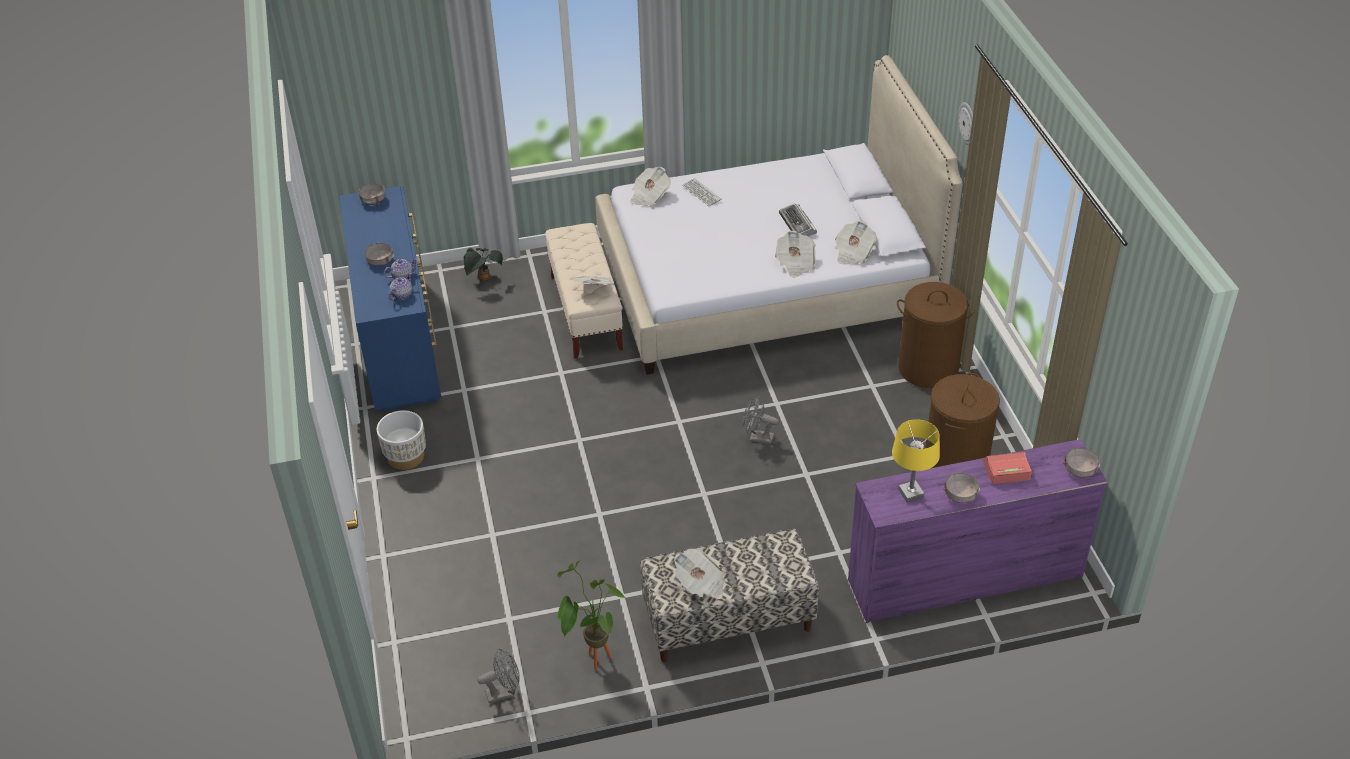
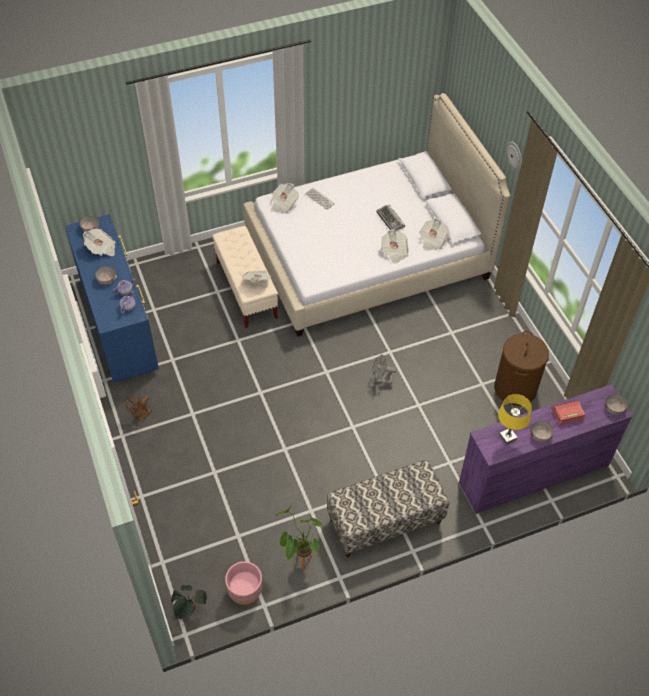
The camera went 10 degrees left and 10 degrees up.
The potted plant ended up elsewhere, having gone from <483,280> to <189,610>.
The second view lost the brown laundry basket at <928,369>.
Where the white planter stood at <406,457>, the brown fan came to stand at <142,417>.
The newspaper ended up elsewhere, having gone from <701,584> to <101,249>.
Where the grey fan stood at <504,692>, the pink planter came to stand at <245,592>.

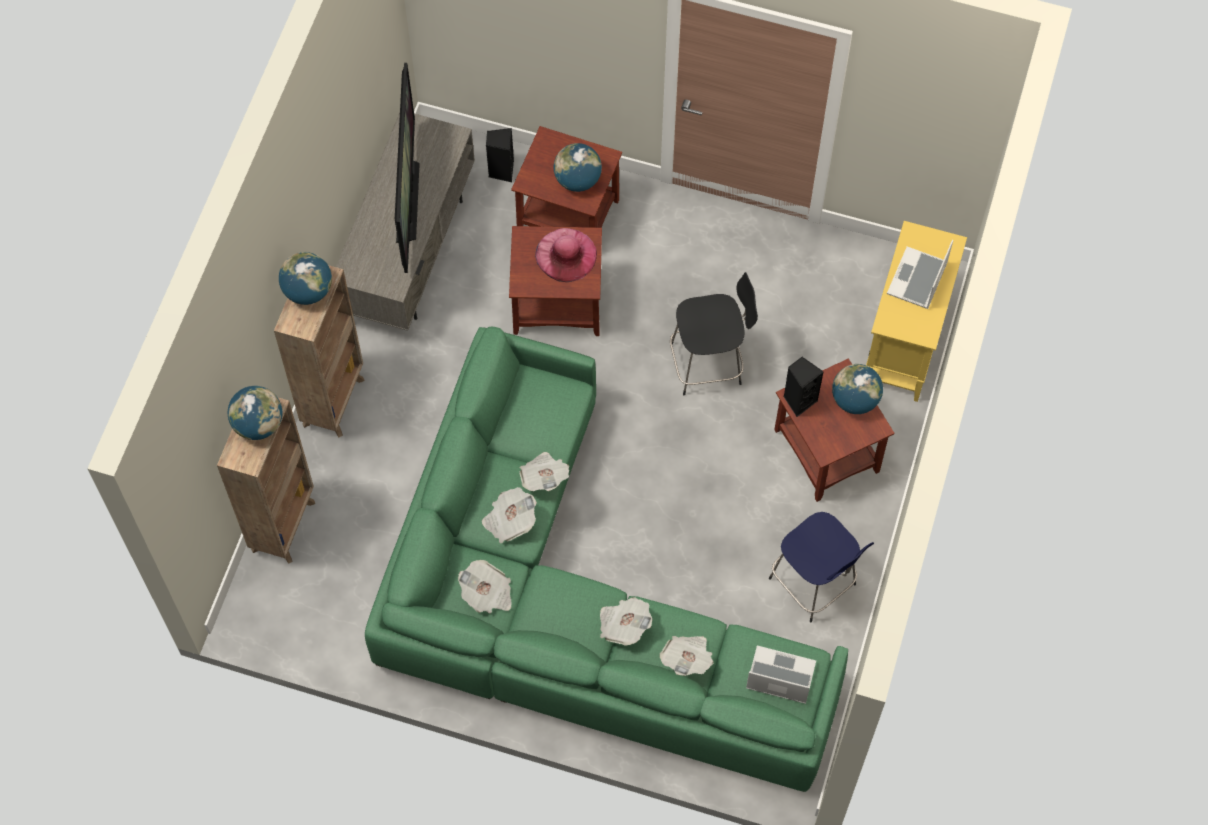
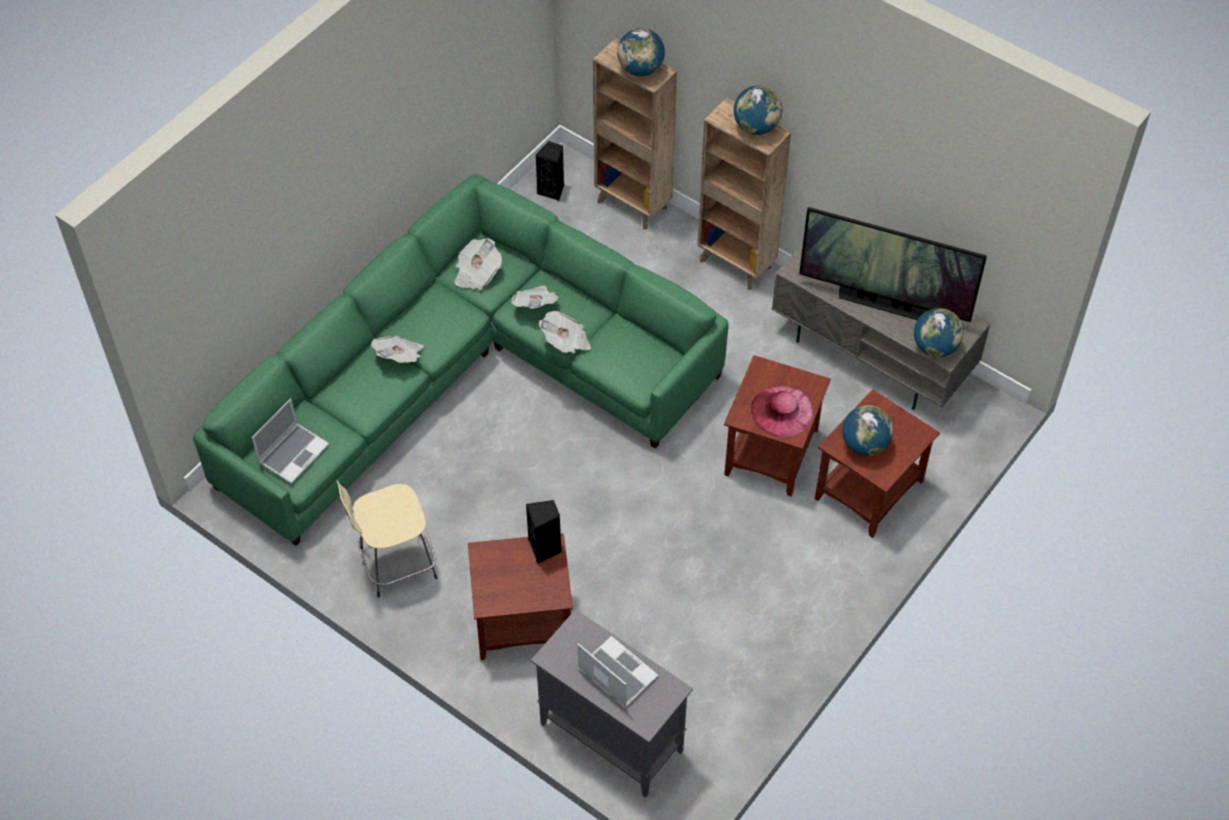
The camera went 110 degrees right and 10 degrees down.
The black speaker ended up elsewhere, having gone from <501,170> to <552,190>.
What was the yellow cabinet at <904,344> turned into the grey cabinet at <610,736>.
The second view lost the black stool at <709,363>.
The globe ended up elsewhere, having gone from <854,400> to <935,347>.
What was the blue stool at <814,584> turned into the beige stool at <395,564>.
The second view lost the newspaper at <687,659>.

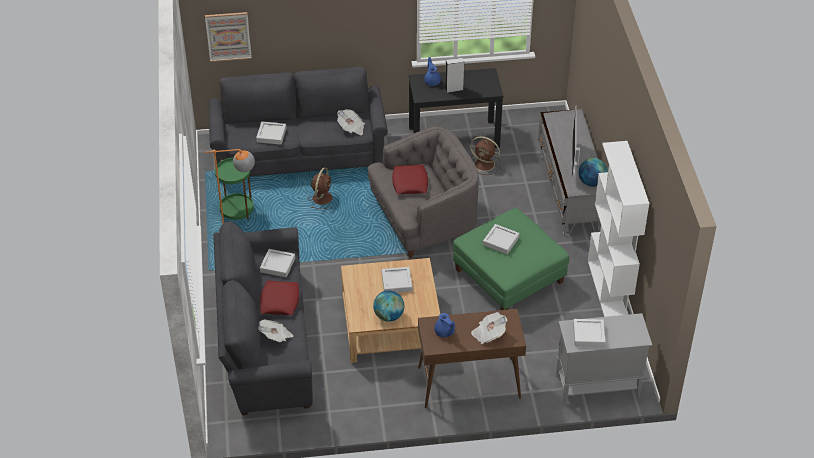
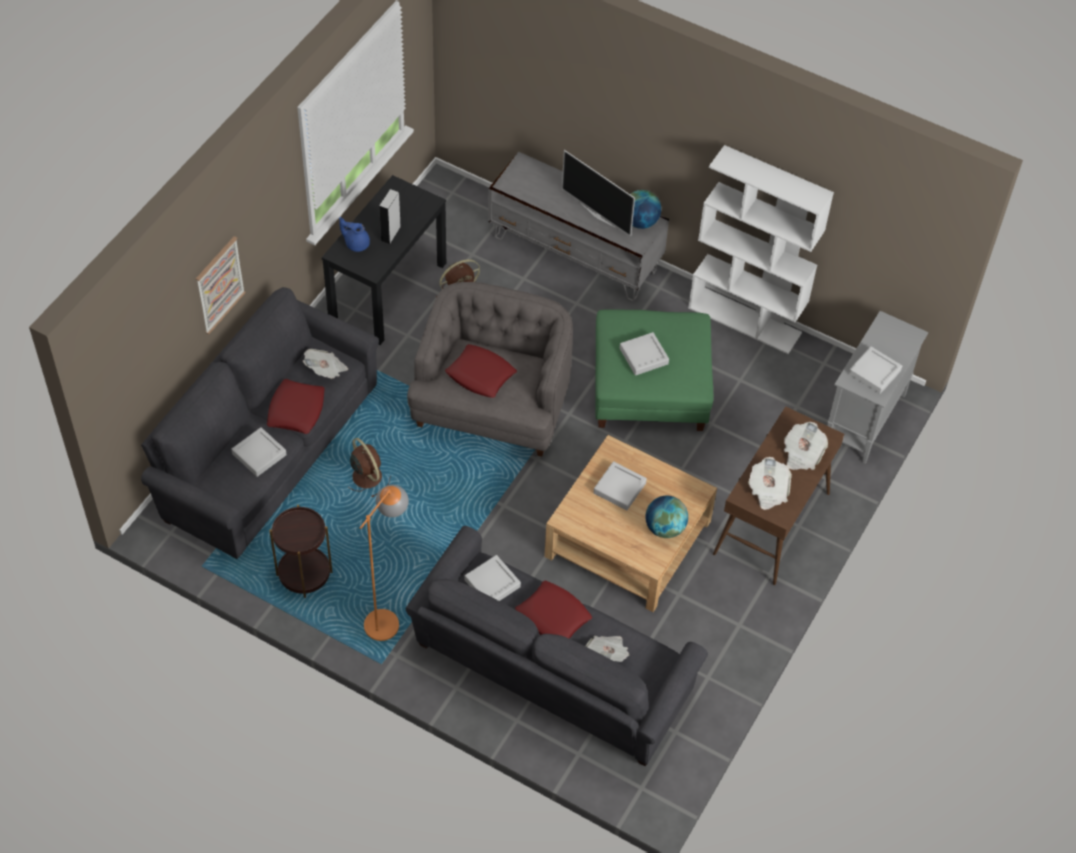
The camera went 55 degrees left and 10 degrees up.
The picture ended up elsewhere, having gone from <228,36> to <219,285>.
What was the green side table at <236,210> turned into the brown side table at <304,574>.
Where the blue teapot stood at <444,332>, the newspaper came to stand at <768,491>.
The second view gained the red pillow at <296,410>.

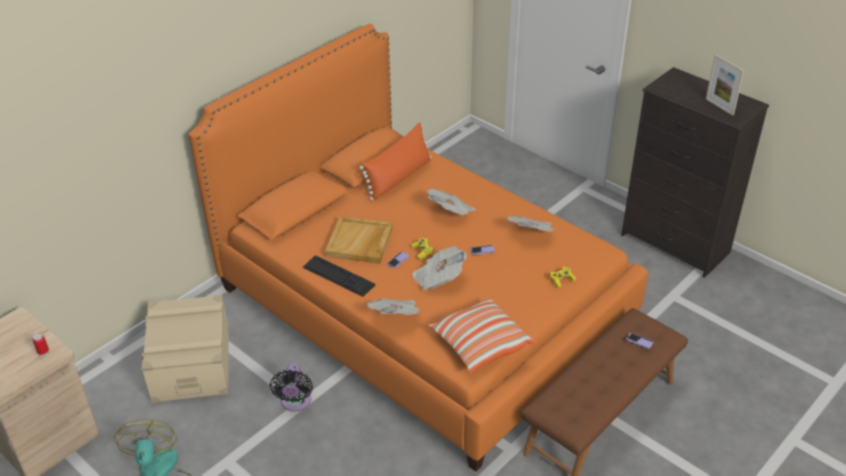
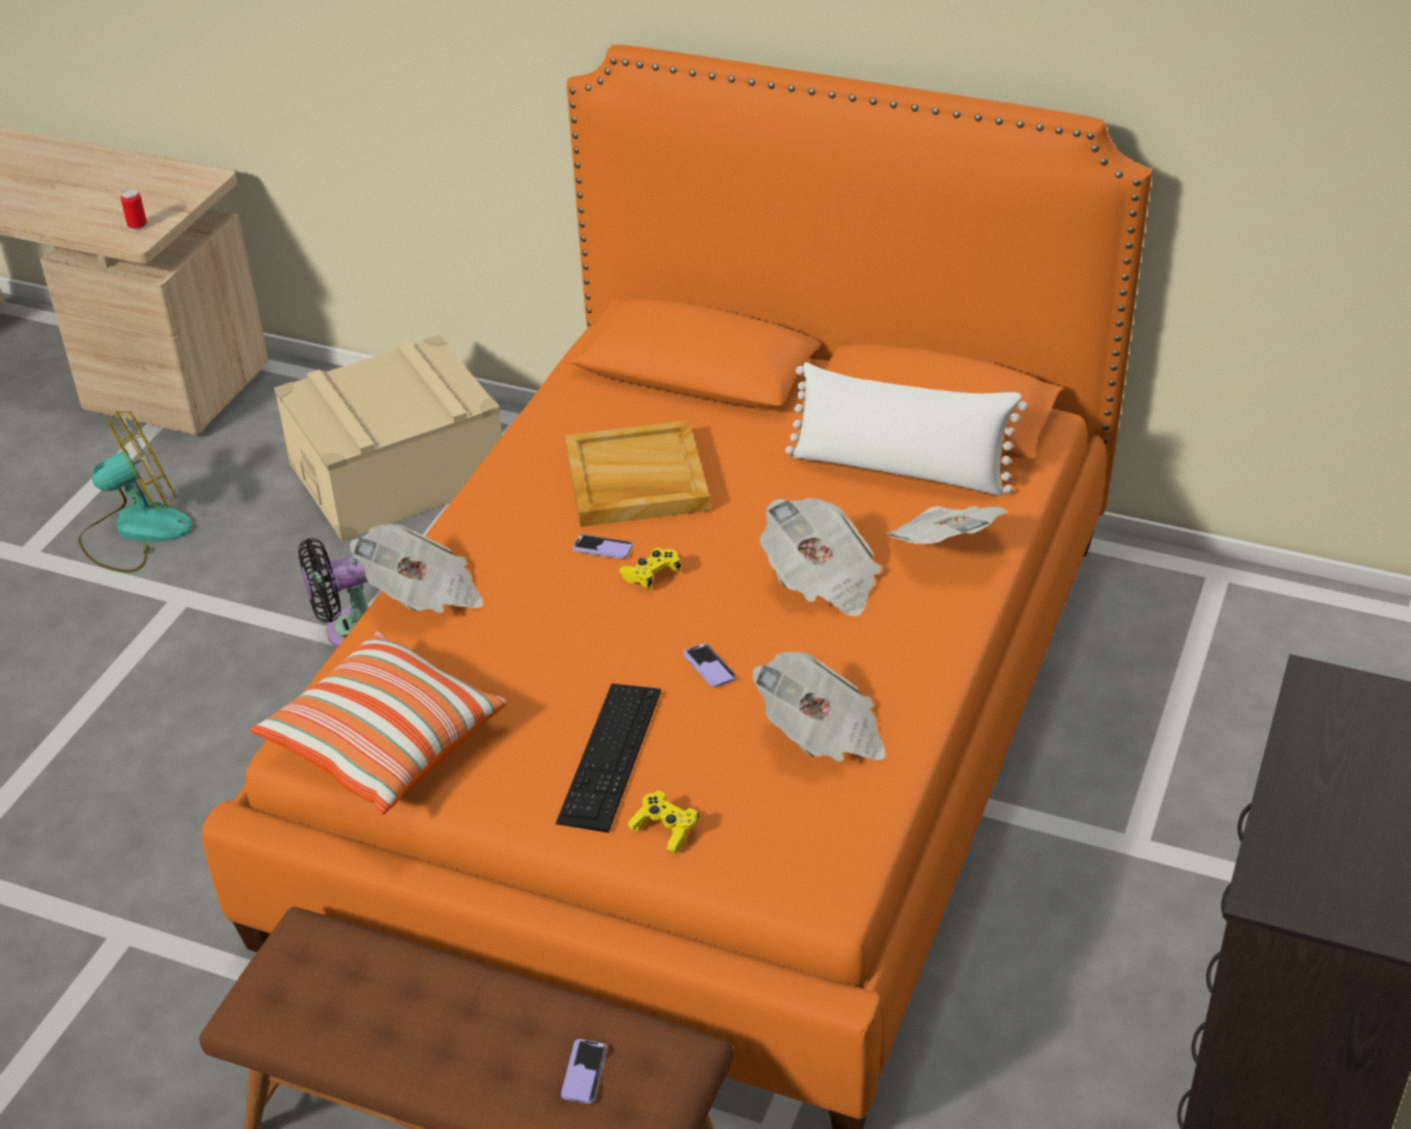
The camera went 70 degrees right and 0 degrees up.
The second view lost the picture frame at <719,106>.
What was the orange pillow at <399,177> turned into the white pillow at <900,469>.
The newspaper ended up elsewhere, having gone from <438,278> to <944,547>.
The keyboard ended up elsewhere, having gone from <338,276> to <610,755>.

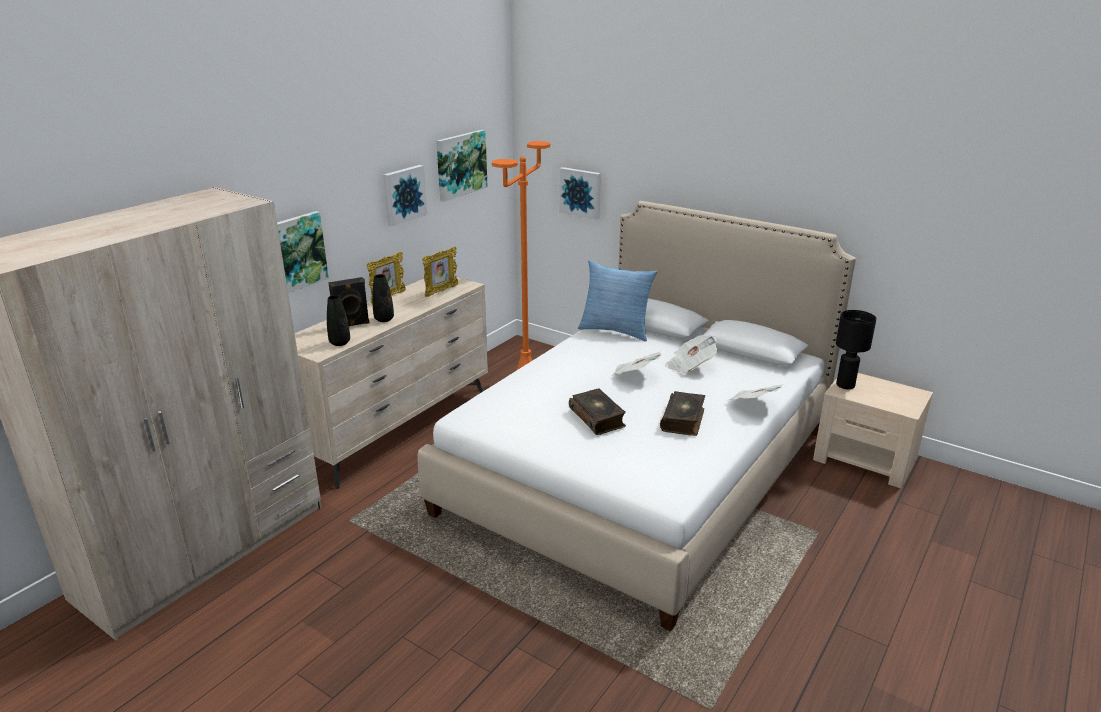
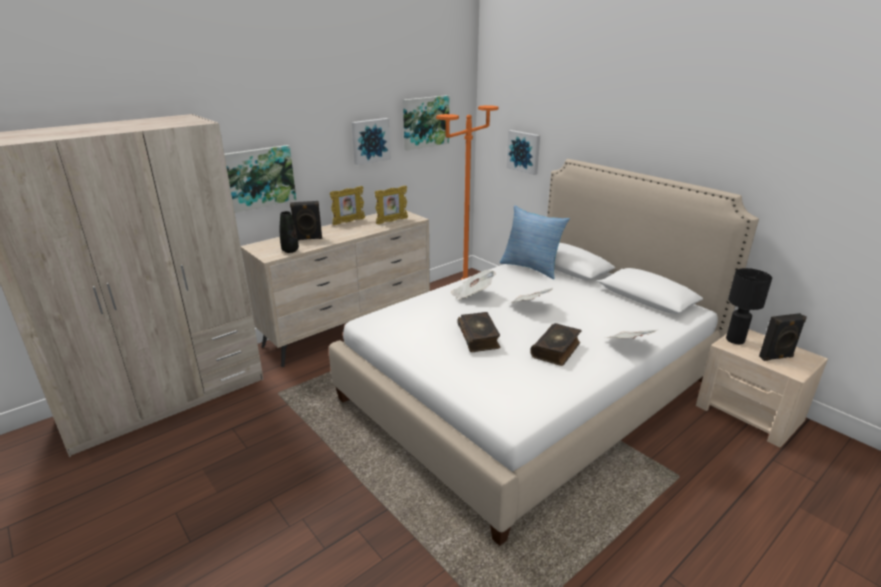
The camera went 15 degrees right and 0 degrees up.
The second view lost the black vase at <384,319>.
The newspaper ended up elsewhere, having gone from <690,366> to <472,295>.
The second view gained the black speaker at <776,357>.

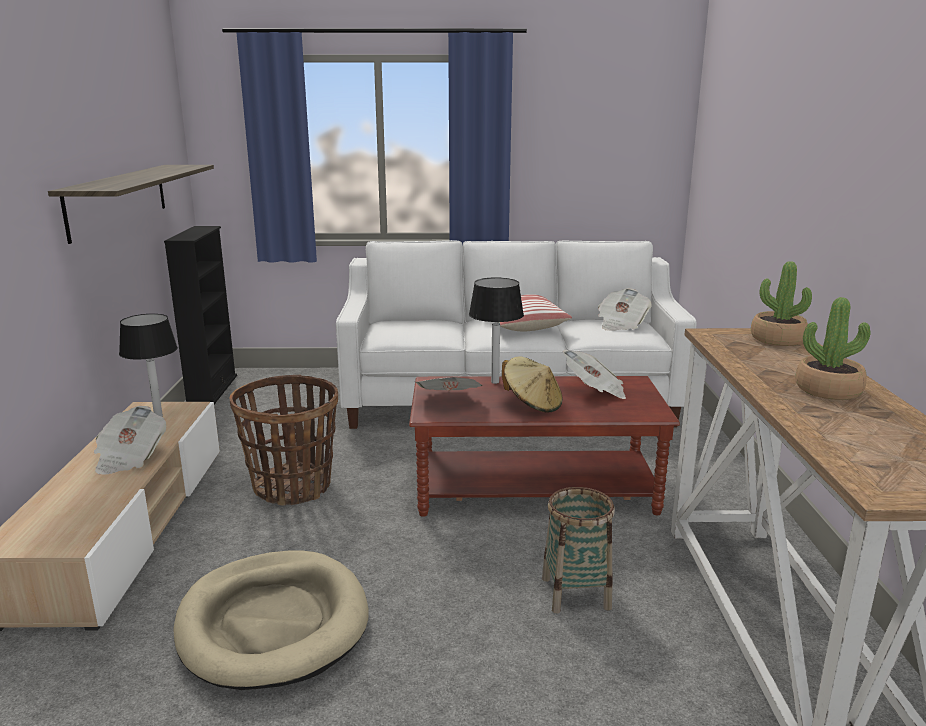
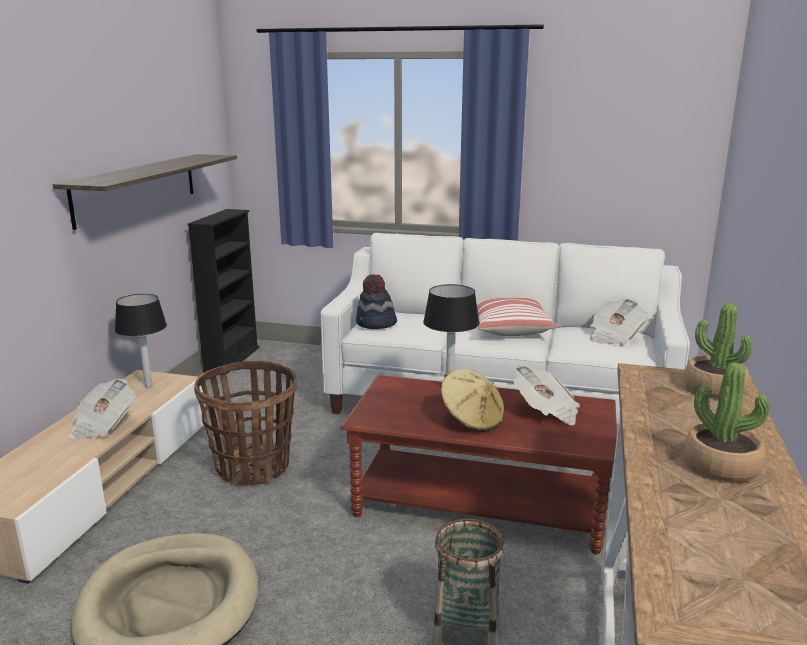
The camera went 15 degrees right and 0 degrees up.
The second view lost the newspaper at <449,402>.
The second view gained the hat at <376,324>.

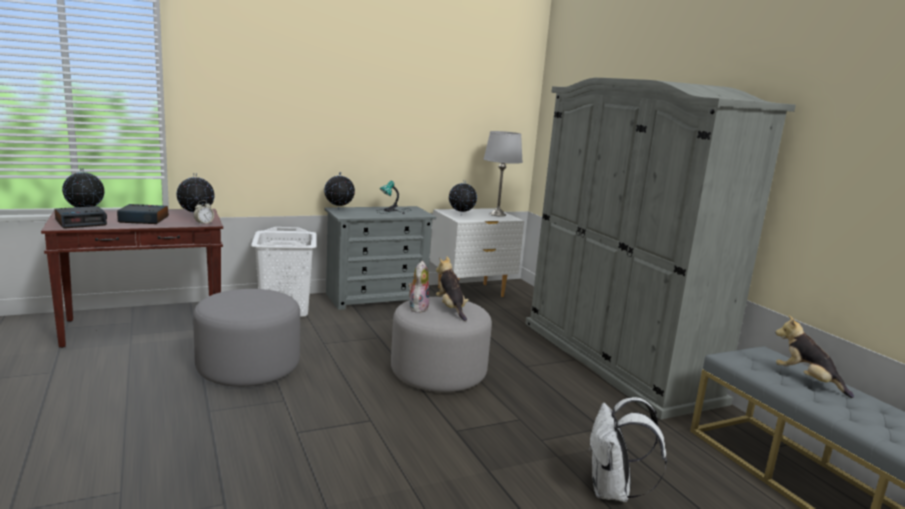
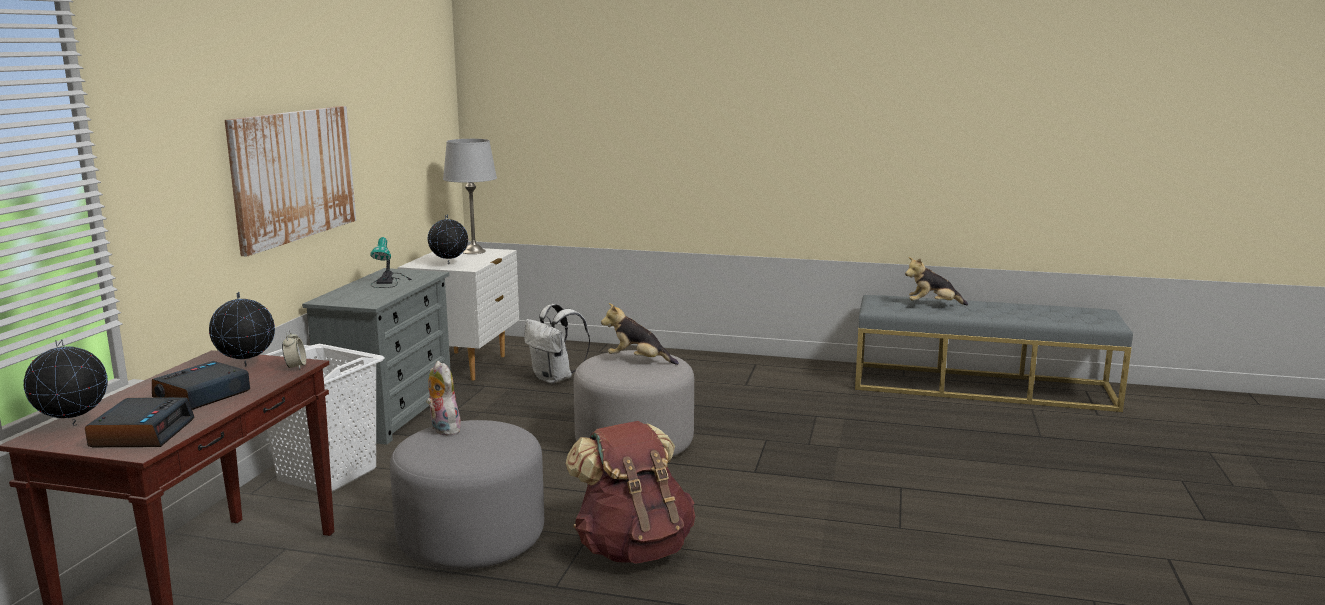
The camera went 50 degrees left and 0 degrees up.
The second view lost the grey wardrobe at <616,359>.
The second view lost the globe at <339,209>.
The plush toy ended up elsewhere, having gone from <417,308> to <443,429>.
The white backpack ended up elsewhere, having gone from <613,492> to <555,379>.
The second view gained the picture at <294,175>.
The second view gained the brown backpack at <633,548>.

